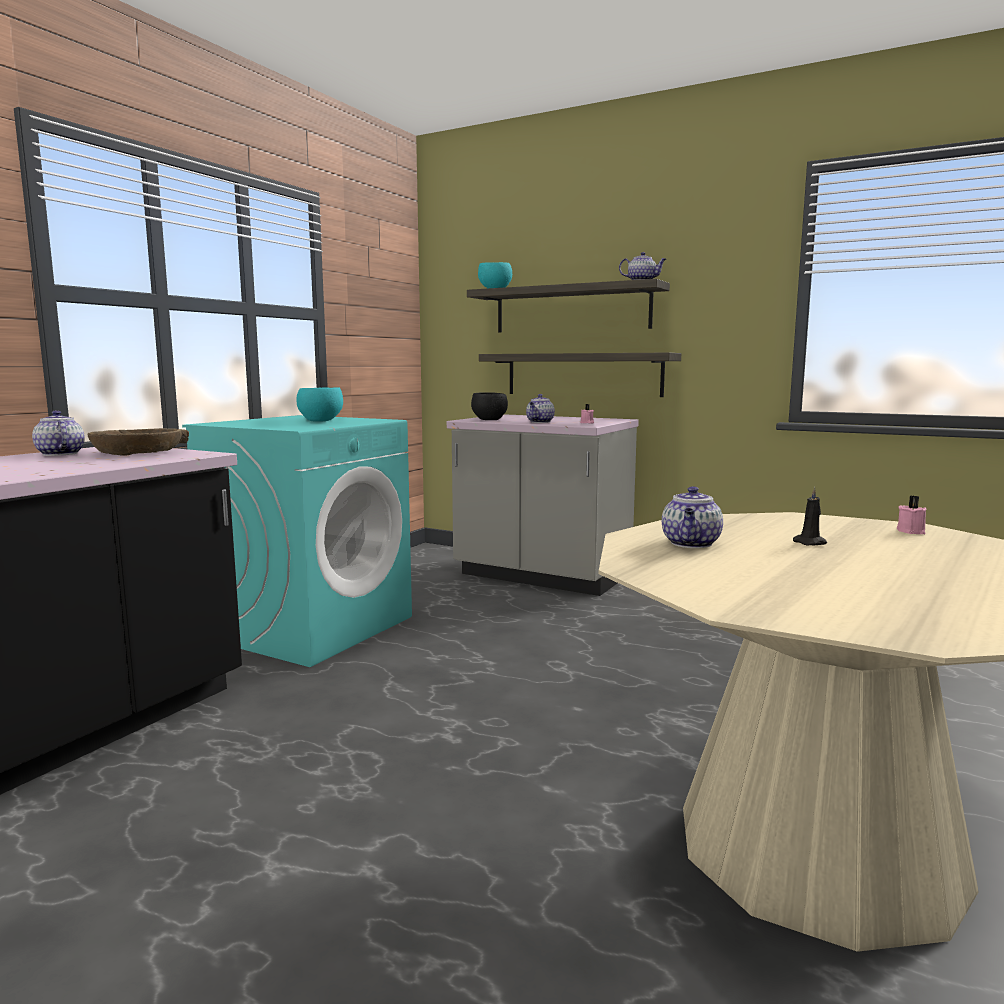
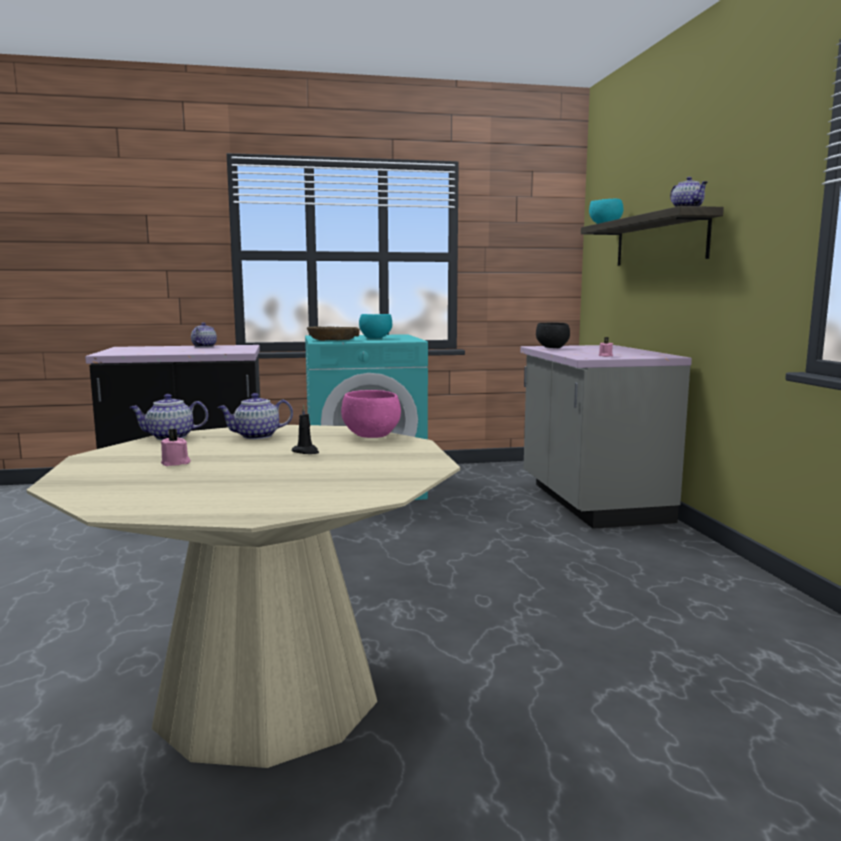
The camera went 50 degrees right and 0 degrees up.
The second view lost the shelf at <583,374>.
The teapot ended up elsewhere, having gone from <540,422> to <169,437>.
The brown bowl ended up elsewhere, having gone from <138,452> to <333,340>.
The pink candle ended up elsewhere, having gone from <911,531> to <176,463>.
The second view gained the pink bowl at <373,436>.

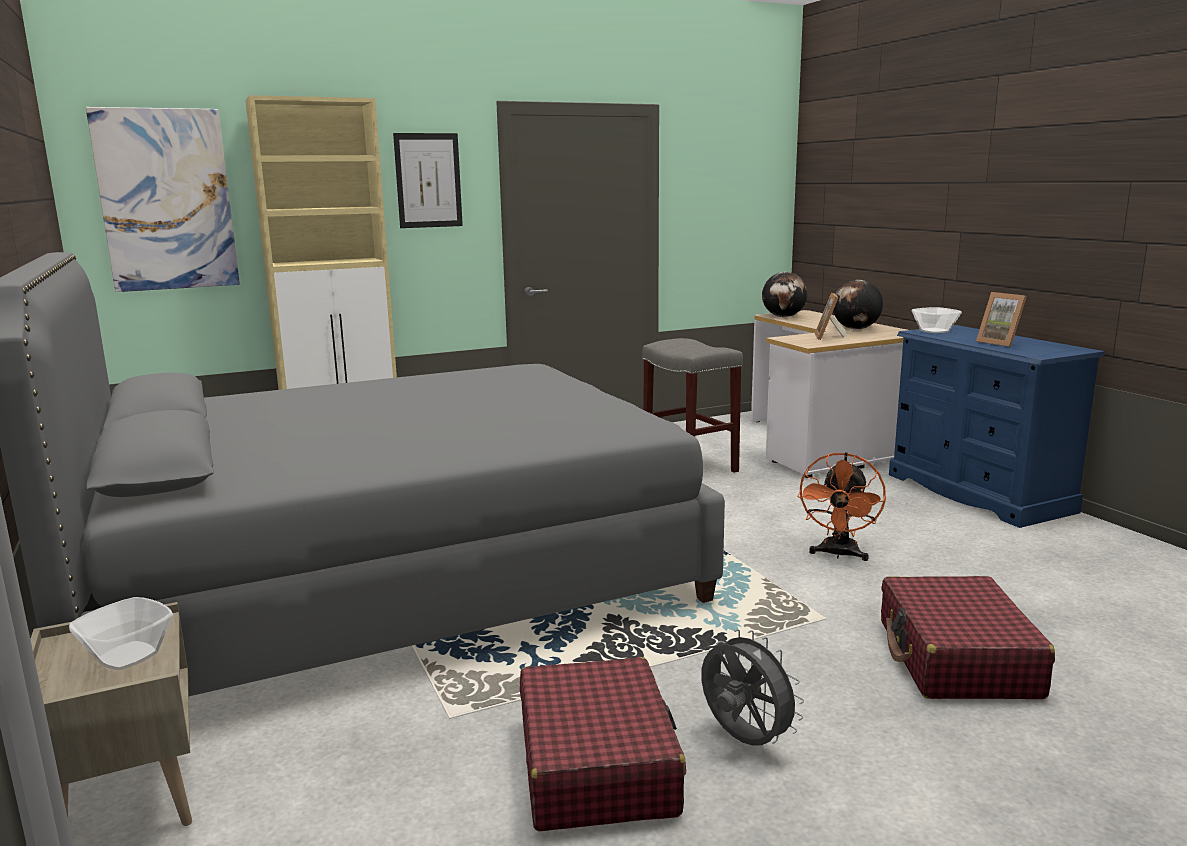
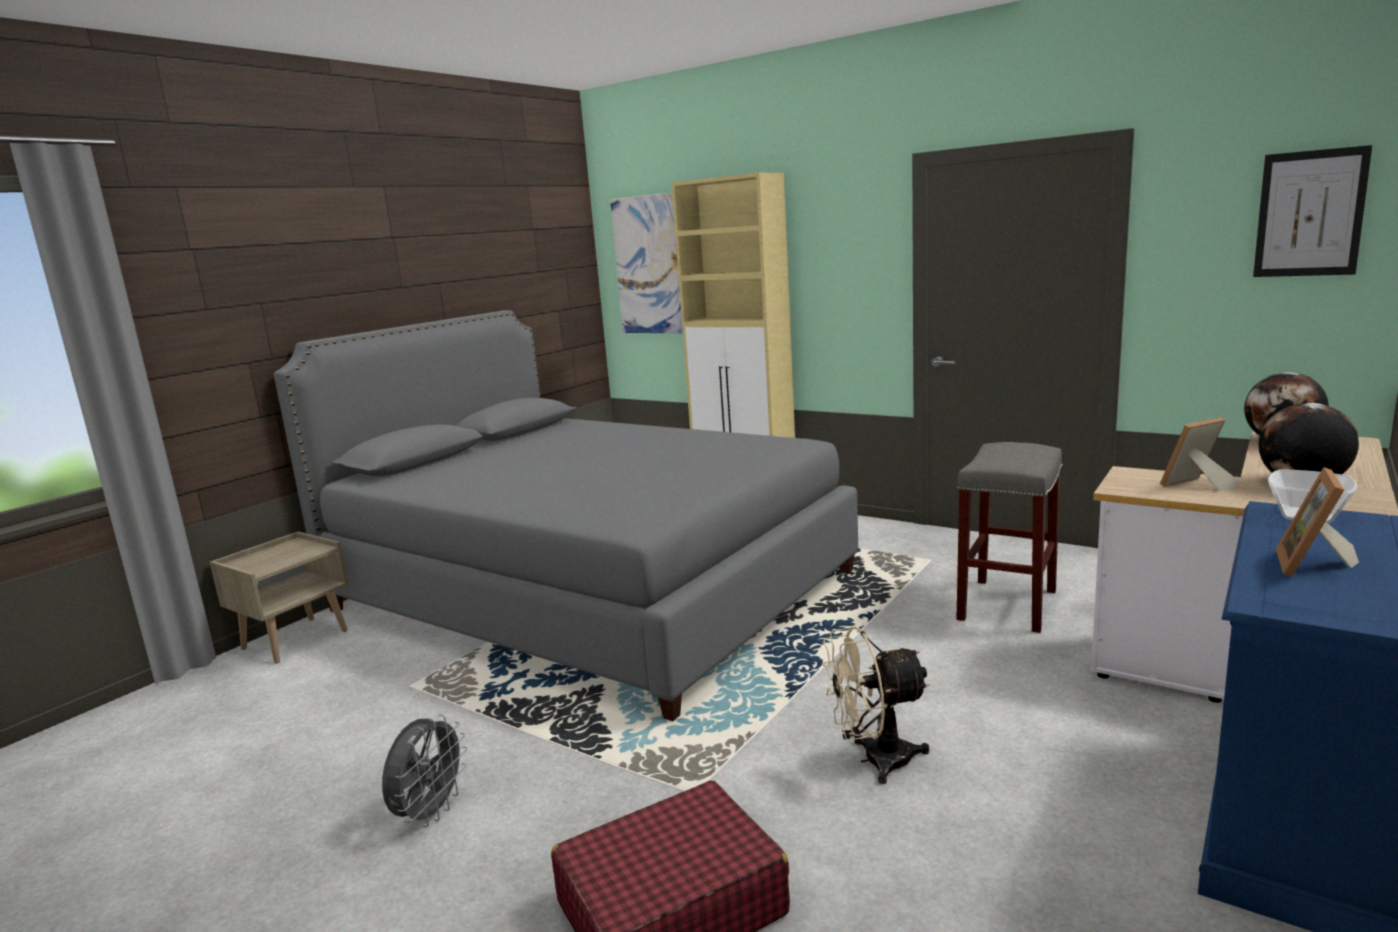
The camera went 60 degrees right and 0 degrees up.
The picture ended up elsewhere, having gone from <428,180> to <1309,214>.
What was the orange fan at <838,554> turned into the beige fan at <875,760>.
The second view lost the bowl at <129,656>.
The second view lost the red suitcase at <597,764>.

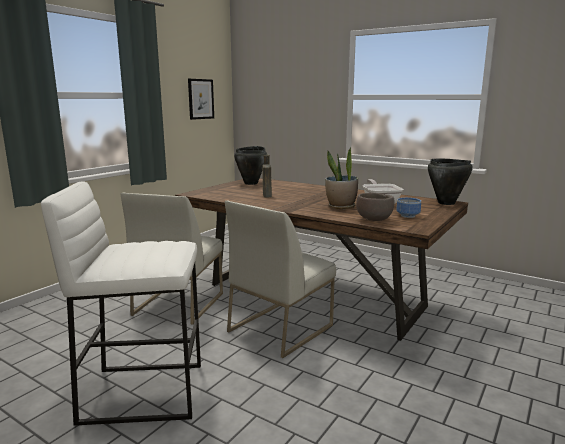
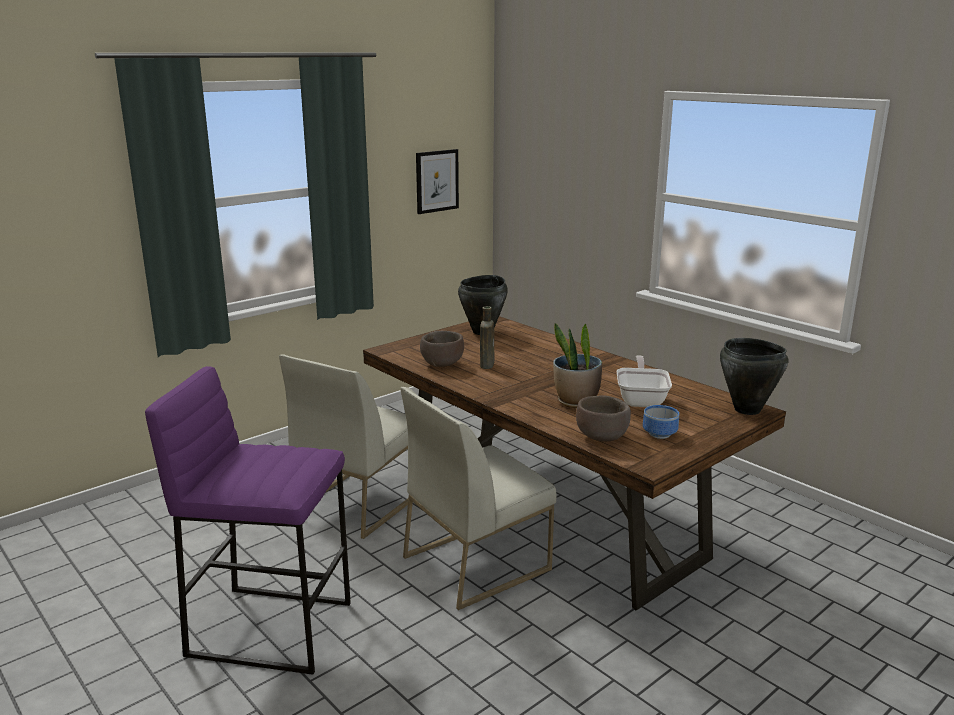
The camera went 15 degrees right and 5 degrees up.
What was the white stool at <144,391> turned into the purple stool at <271,627>.
The second view gained the brown bowl at <442,364>.

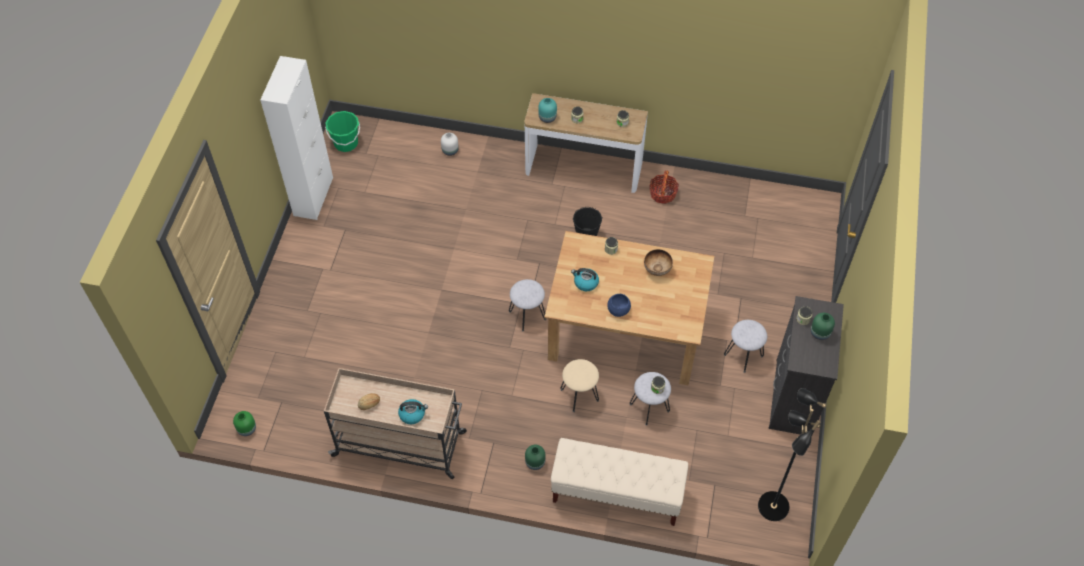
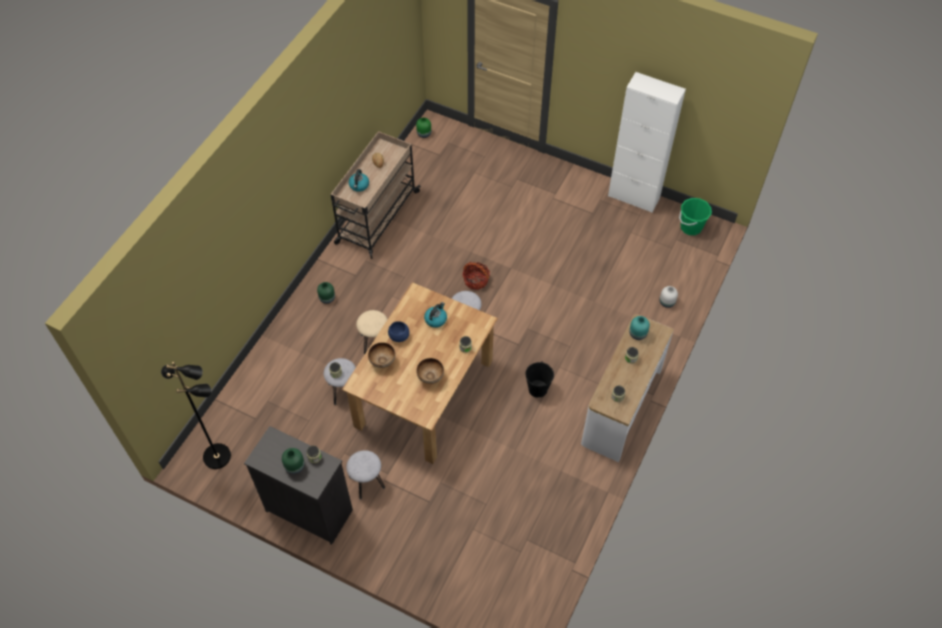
The camera went 105 degrees right and 0 degrees up.
The basket ended up elsewhere, having gone from <663,194> to <476,280>.
The second view lost the beige bench at <616,493>.
The second view gained the bowl at <383,361>.

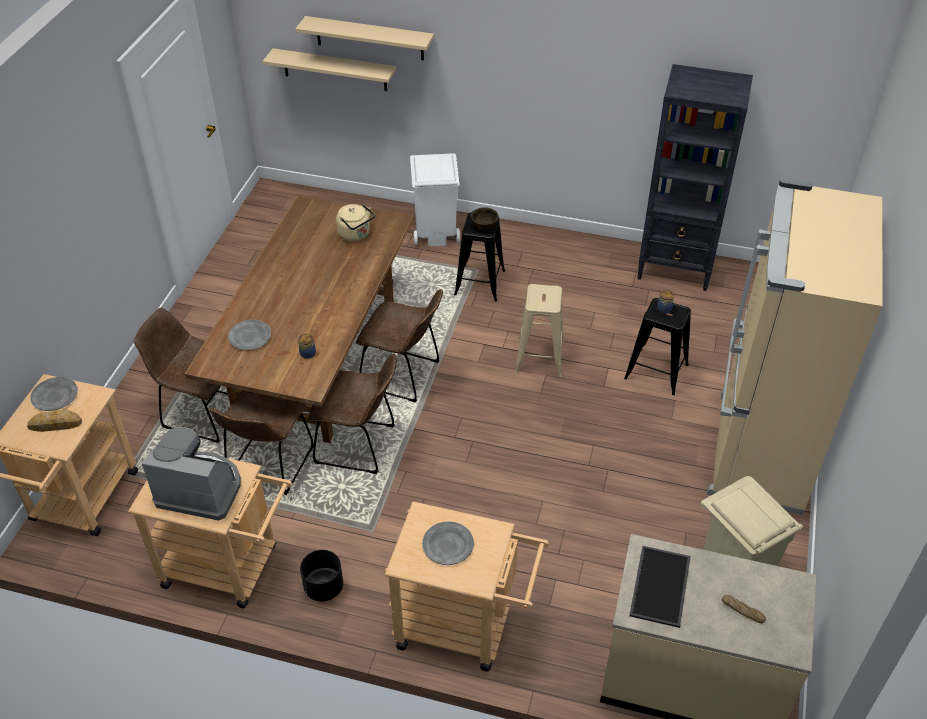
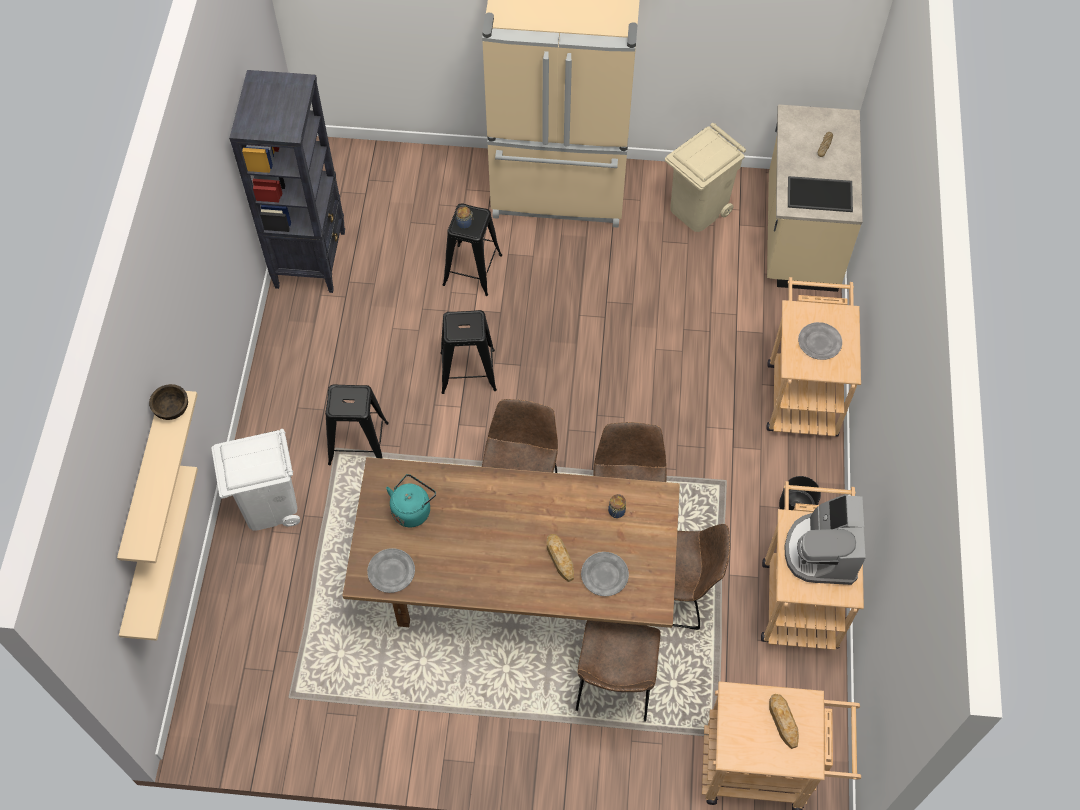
The camera went 100 degrees left and 15 degrees up.
What was the beige kettle at <356,235> turned into the turquoise kettle at <412,509>.
The brown bowl ended up elsewhere, having gone from <484,226> to <172,409>.
What was the beige stool at <539,356> turned into the black stool at <468,371>.
The grey plate ended up elsewhere, having gone from <55,396> to <391,572>.
The second view gained the bread at <560,558>.

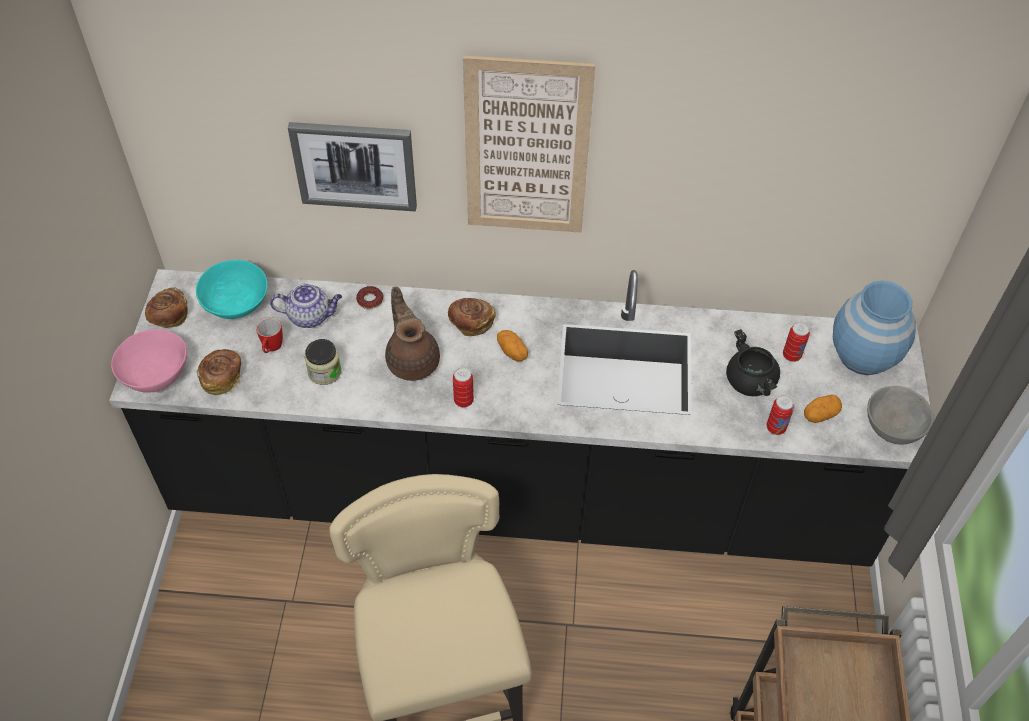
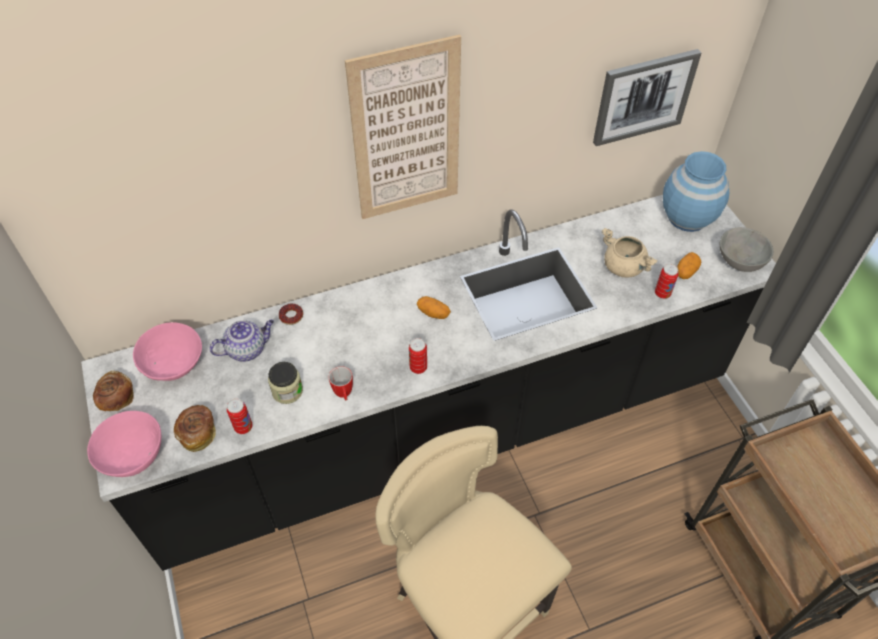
The camera went 25 degrees left and 0 degrees up.
The picture ended up elsewhere, having gone from <355,165> to <643,96>.
What was the turquoise bowl at <237,303> turned into the pink bowl at <174,363>.
The second view lost the brown teapot at <413,360>.
The second view lost the bread at <471,323>.
The mug ended up elsewhere, having gone from <271,349> to <344,395>.
The can ended up elsewhere, having gone from <791,355> to <243,427>.
What was the black cooking pot at <750,382> turned into the beige cooking pot at <624,267>.

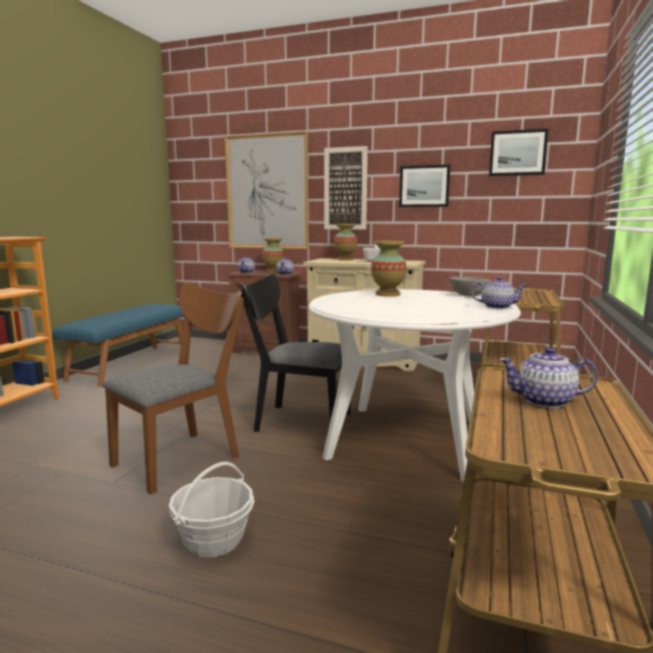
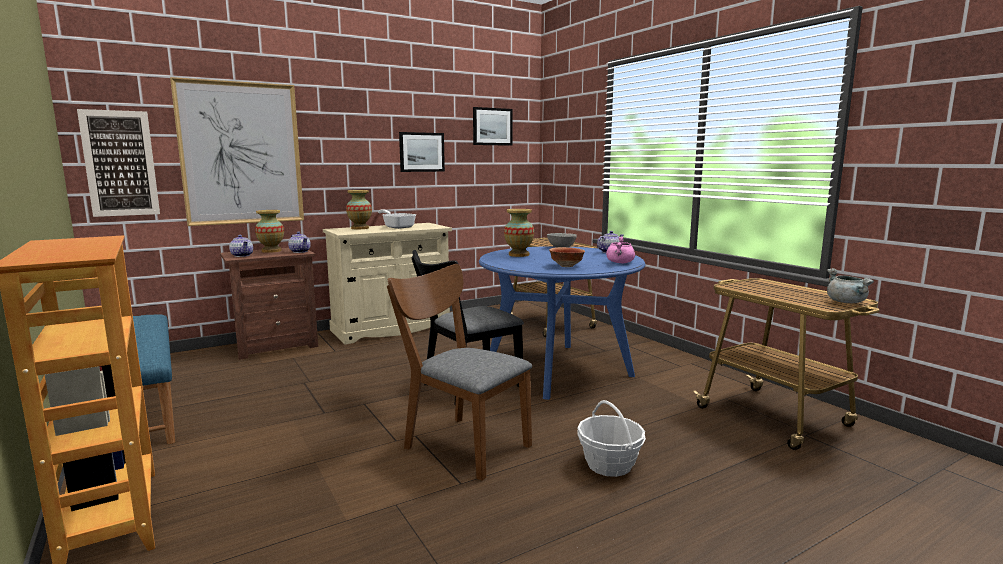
The camera went 50 degrees left and 0 degrees up.
The picture ended up elsewhere, having gone from <345,188> to <120,163>.
The brown chair at <184,457> ended up facing another way, 45 degrees counterclockwise from before.
What was the white dining table at <406,440> turned into the blue dining table at <558,369>.
The second view lost the teapot at <545,401>.
The second view gained the pink cooking pot at <620,263>.
The second view gained the bowl at <566,266>.
The second view gained the grey cooking pot at <847,302>.

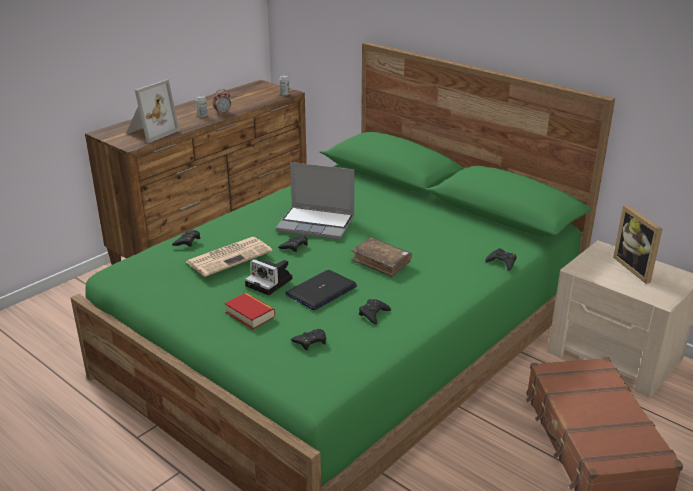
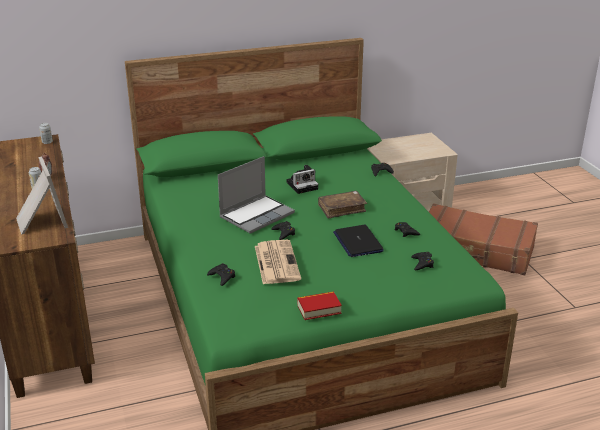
The camera went 60 degrees left and 0 degrees up.
The second view lost the picture frame at <636,268>.
The photo camera ended up elsewhere, having gone from <271,282> to <303,185>.
The book ended up elsewhere, having gone from <250,314> to <319,309>.

